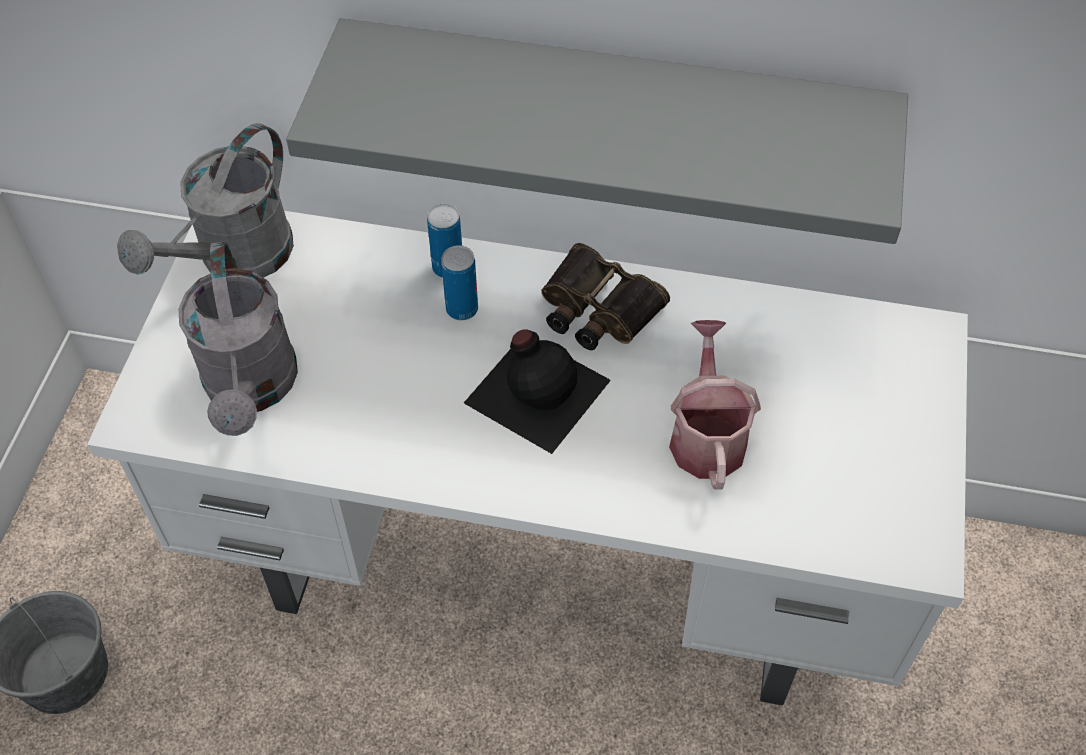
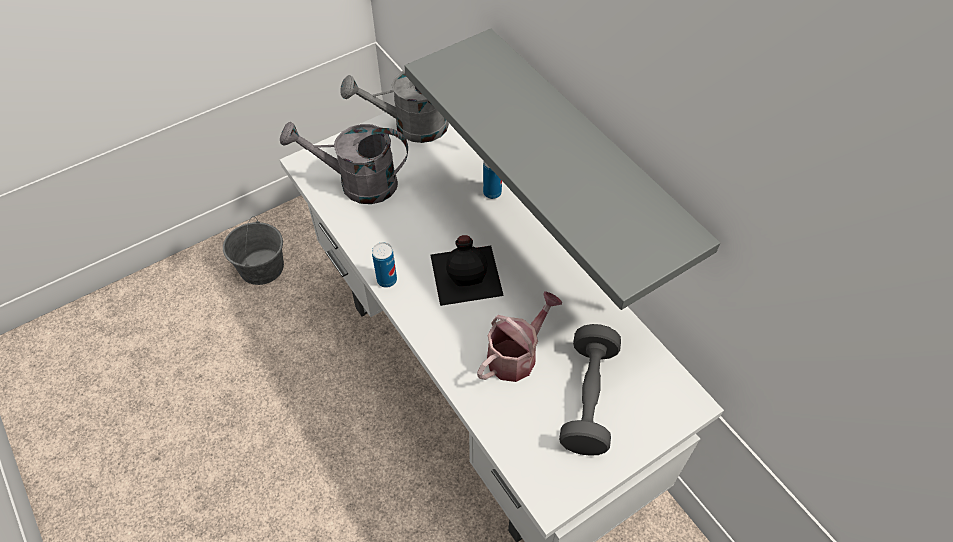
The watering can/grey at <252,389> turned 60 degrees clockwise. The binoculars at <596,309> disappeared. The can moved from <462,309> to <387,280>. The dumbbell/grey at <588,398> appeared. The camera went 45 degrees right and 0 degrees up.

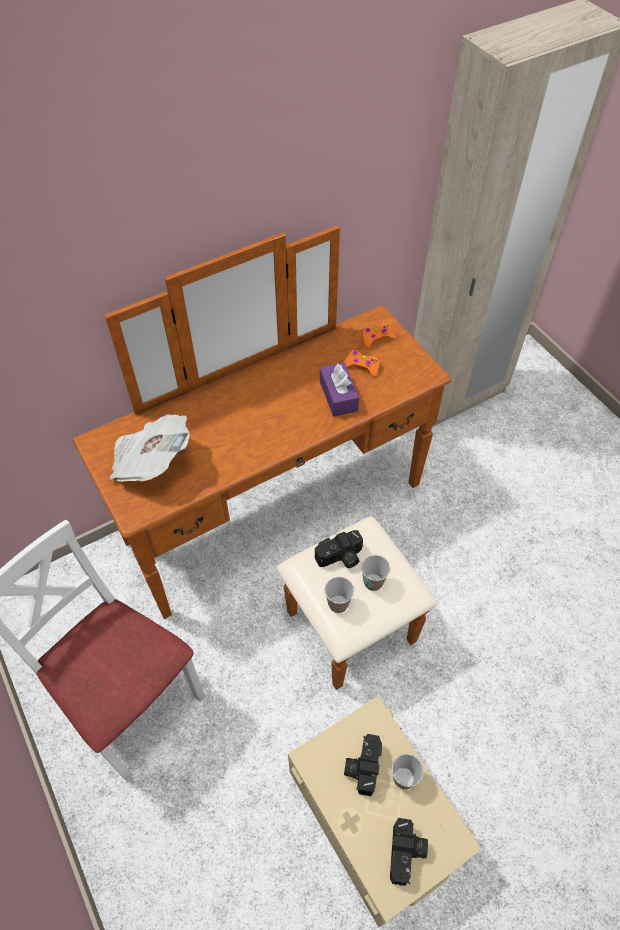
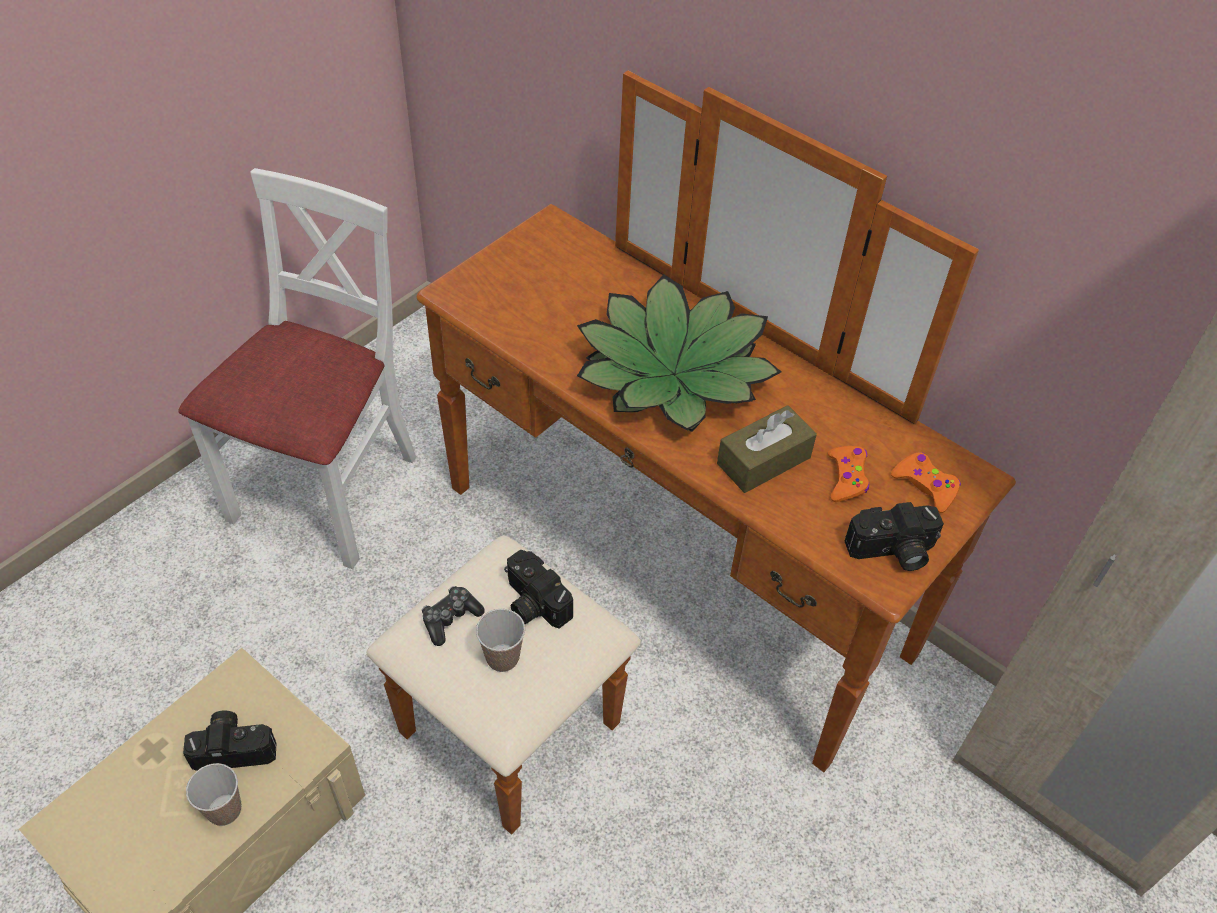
The tissue box/purple at <338,396> became the tissue box/brown at <763,460>. The newspaper at <151,461> disappeared. The cup at <338,604> was replaced by the game controller at <450,619>. The photo camera moved from <407,854> to <892,552>. The potted plant at <674,375> appeared. The camera went 70 degrees right and 5 degrees down.

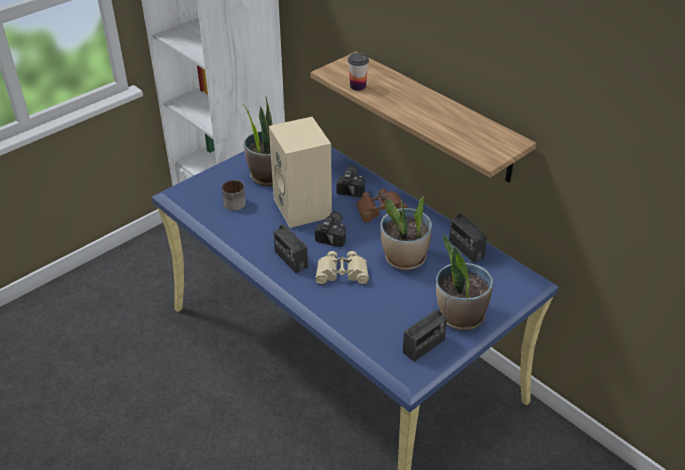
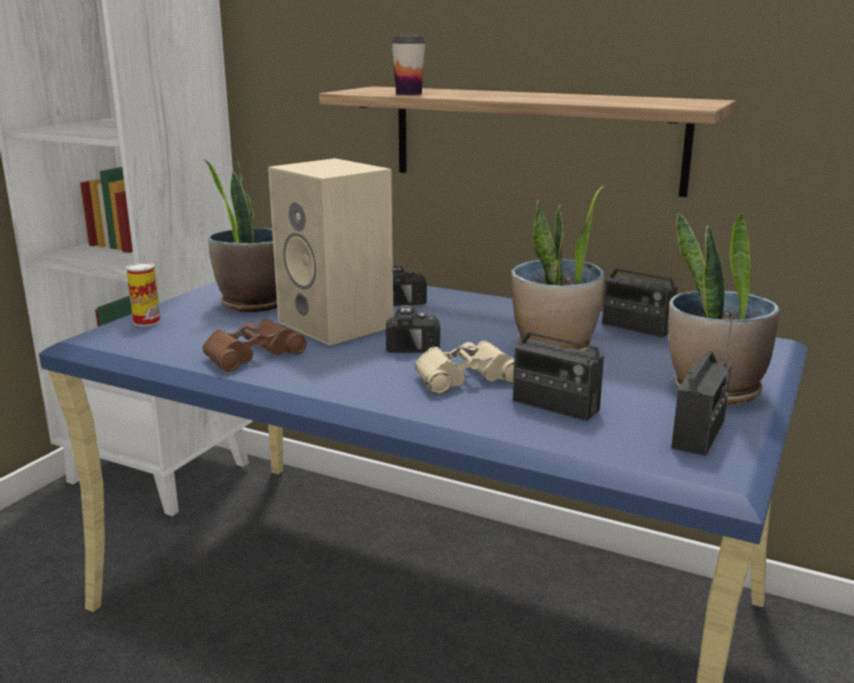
The mug at <234,202> disappeared. The binoculars/brown moved from <380,209> to <251,354>. The radio moved from <291,259> to <555,405>. The can at <147,322> appeared. The camera went 20 degrees left and 20 degrees down.

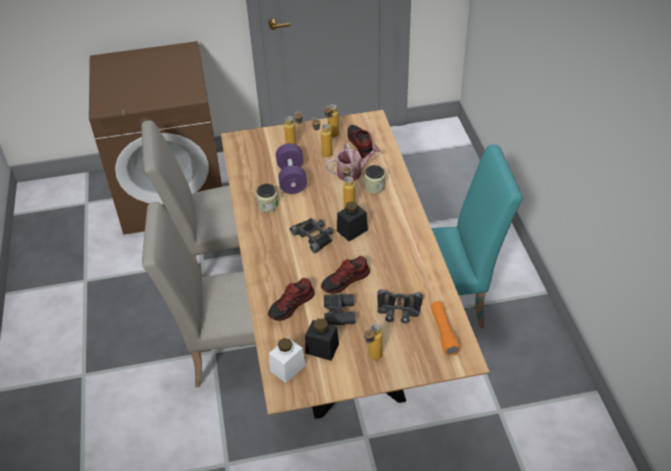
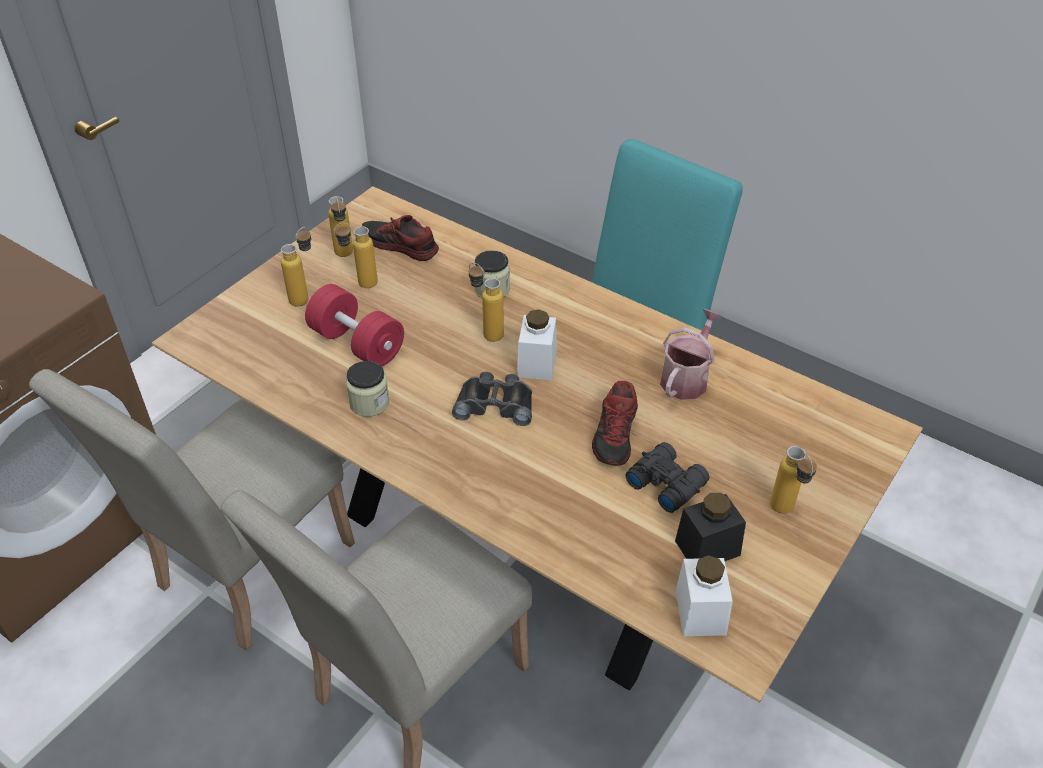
The dumbbell/purple at <292,178> became the dumbbell/red at <357,344>. The watering can moved from <353,172> to <687,377>. The jar/black at <352,230> became the jar/white at <536,363>. The shoe at <291,305> disappeared. The binoculars/black at <398,309> disappeared. The flashlight/orange at <443,332> disappeared. The camera went 45 degrees left and 0 degrees up.

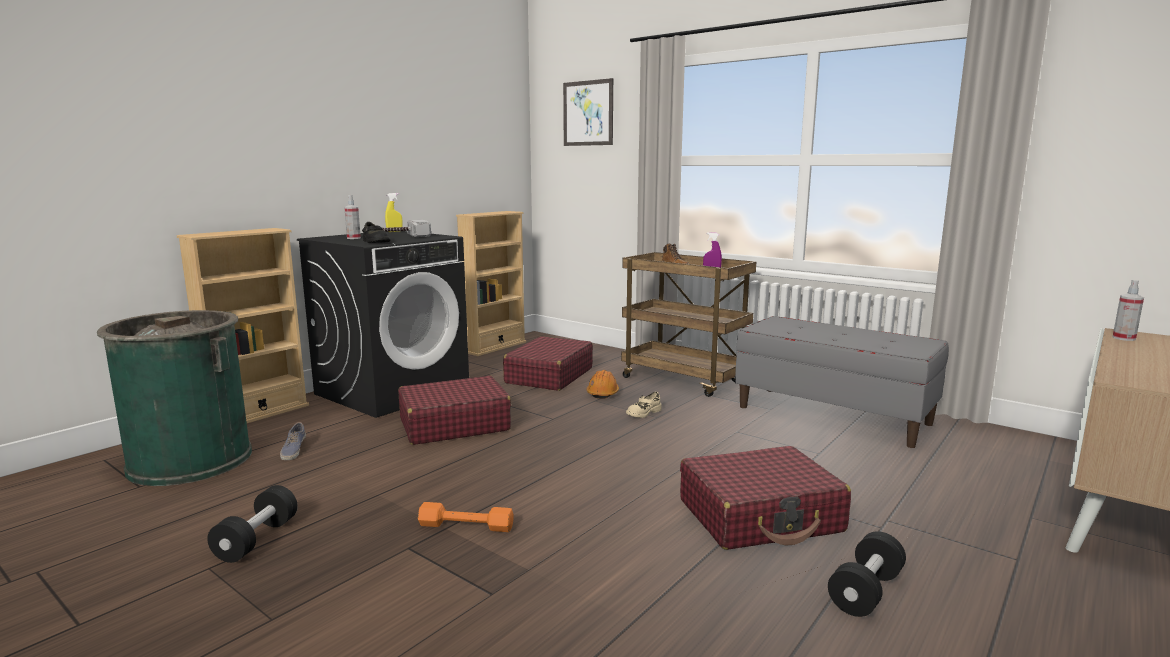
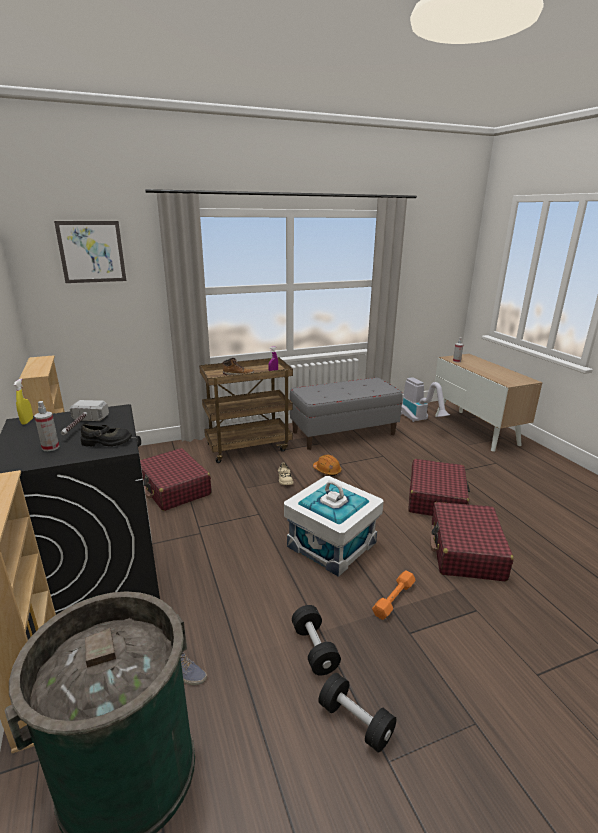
The hard hat/orange moved from <603,393> to <327,470>. The suitcase/red moved from <454,425> to <465,551>. The dumbbell/black moved from <865,591> to <314,649>. The vacuum cleaner at <420,420> appeared. The storage box/white at <332,544> appeared. The camera went 60 degrees left and 10 degrees up.

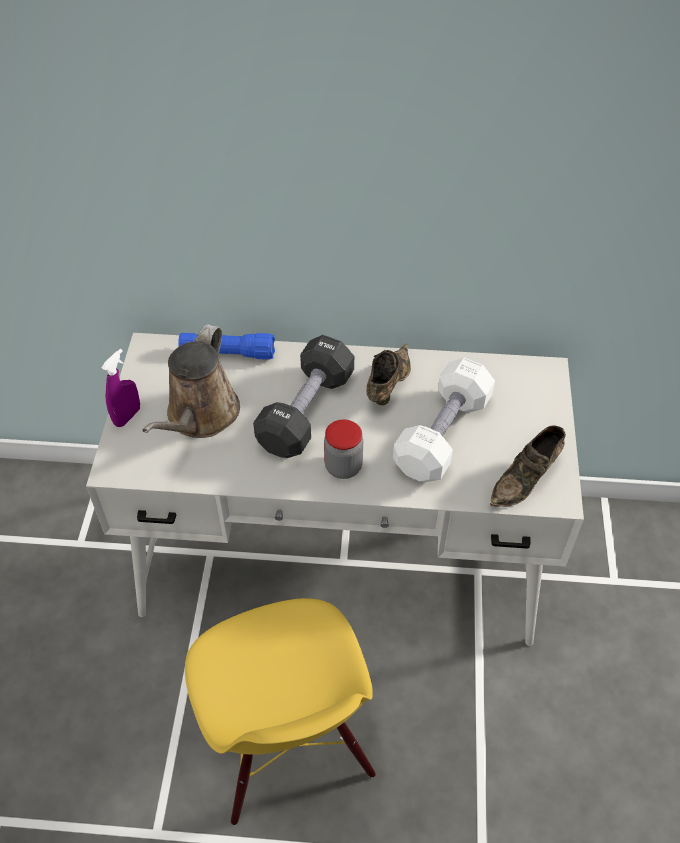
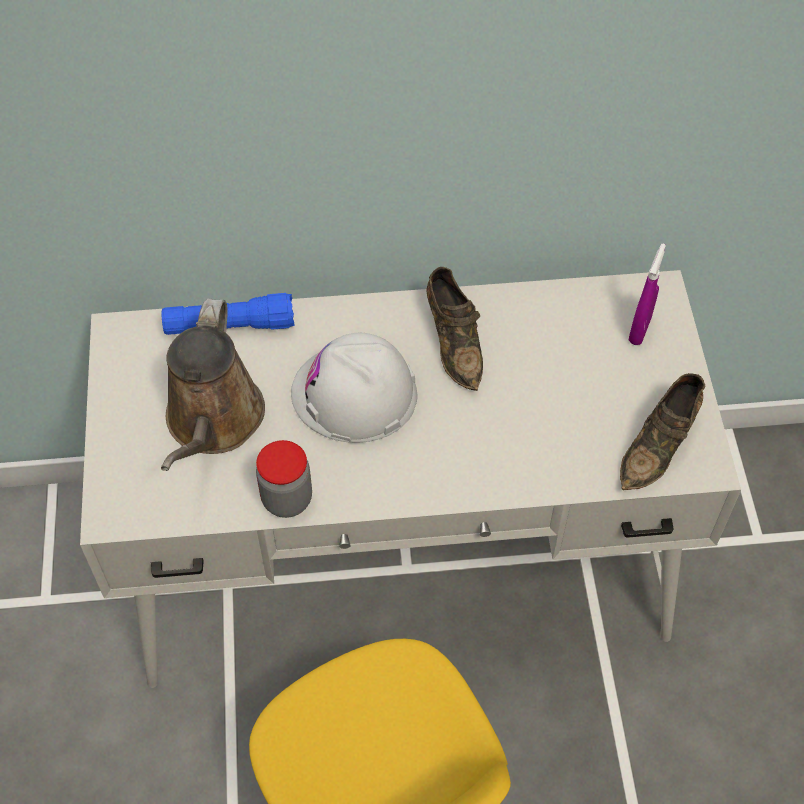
The dumbbell/black at <306,411> was replaced by the hard hat/white at <354,394>. The shoe/brown at <387,386> turned 150 degrees clockwise. The spray bottle/purple moved from <127,416> to <639,330>. The dumbbell/white at <442,434> disappeared. The jar moved from <343,466> to <287,499>. The camera went 10 degrees left and 5 degrees up.

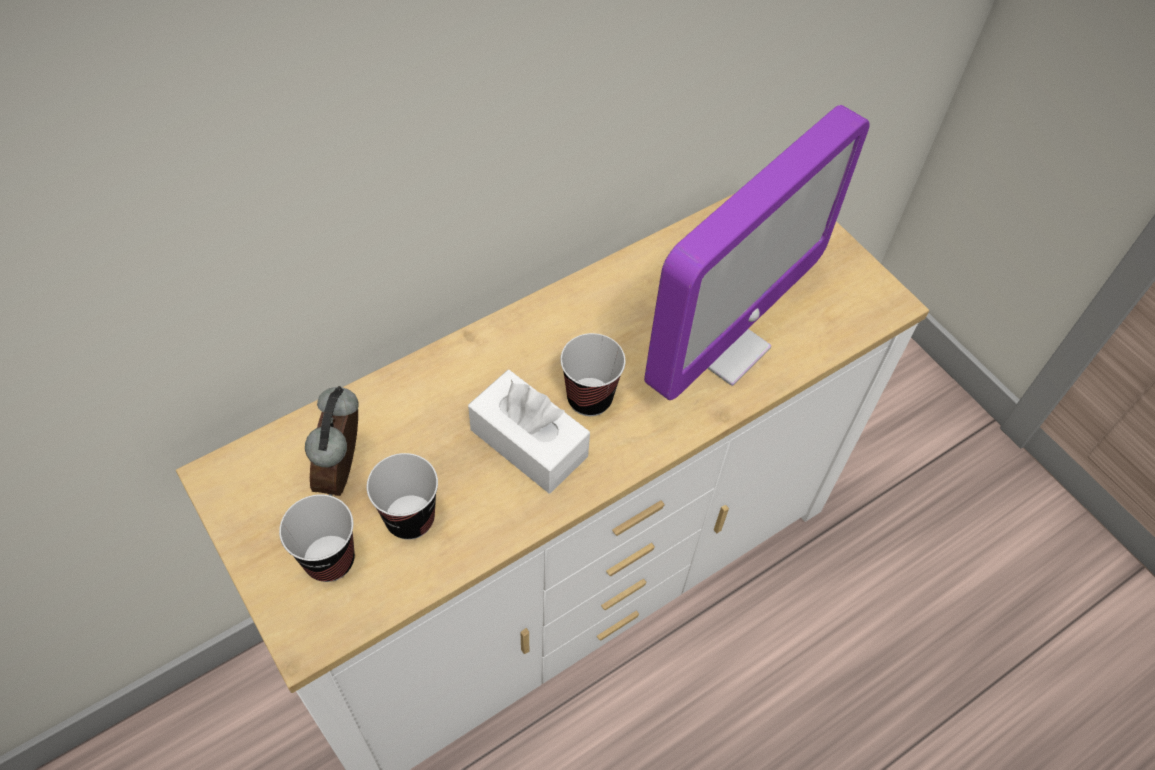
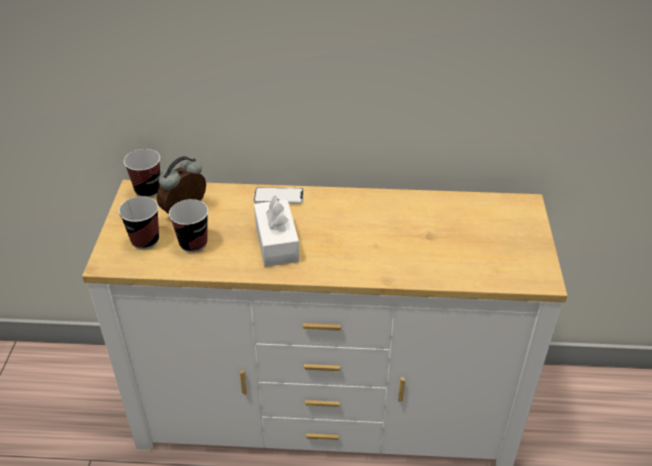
The monitor at <723,346> disappeared. The cup moved from <589,398> to <148,190>. The phone at <278,196> appeared. The camera went 40 degrees right and 15 degrees down.

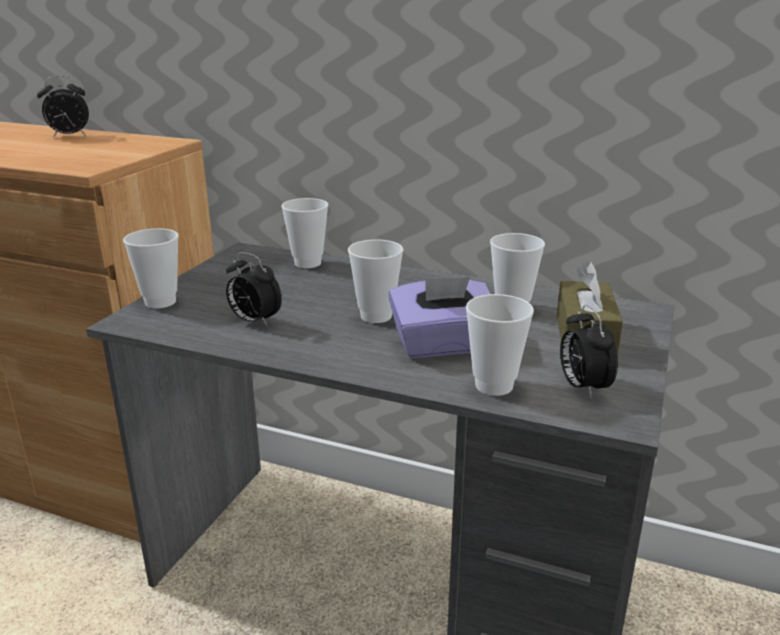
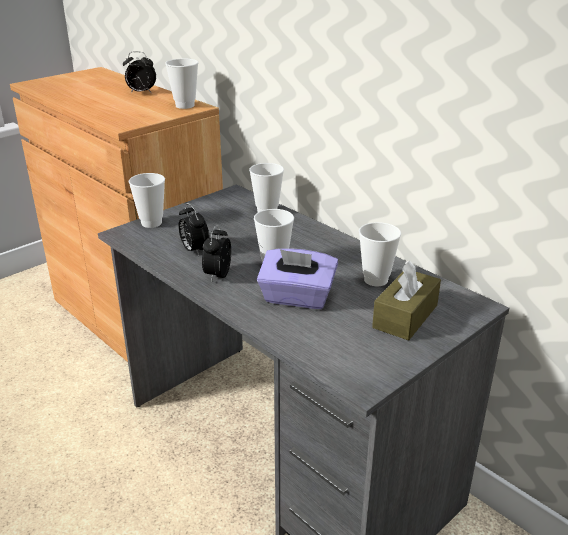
The cup moved from <494,385> to <185,105>. The alarm clock moved from <582,387> to <217,275>. The camera went 25 degrees right and 5 degrees up.

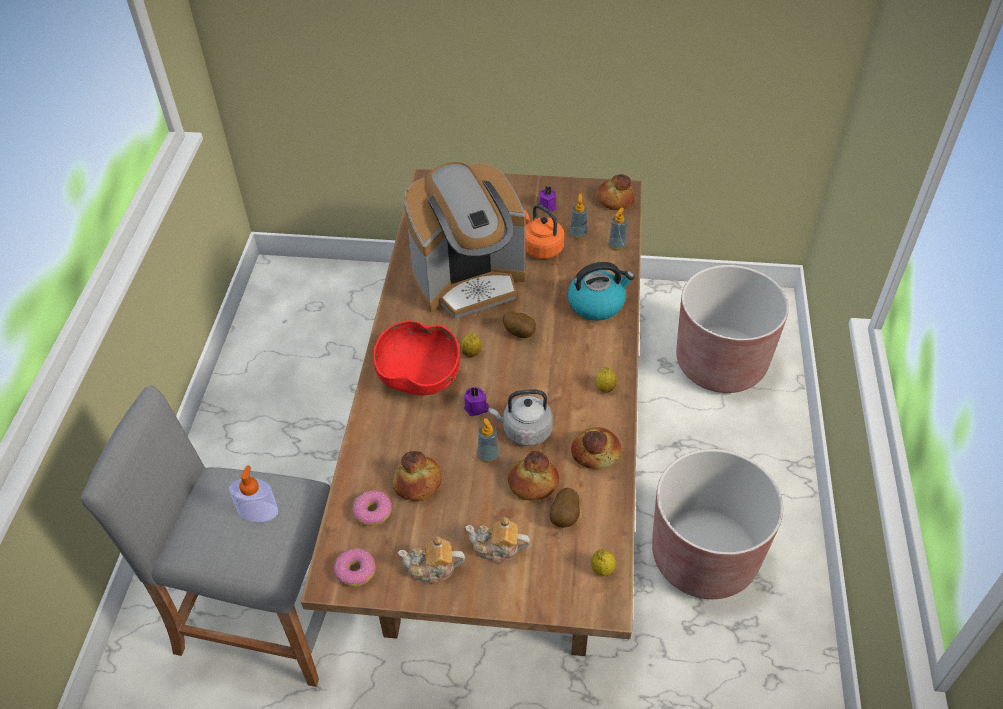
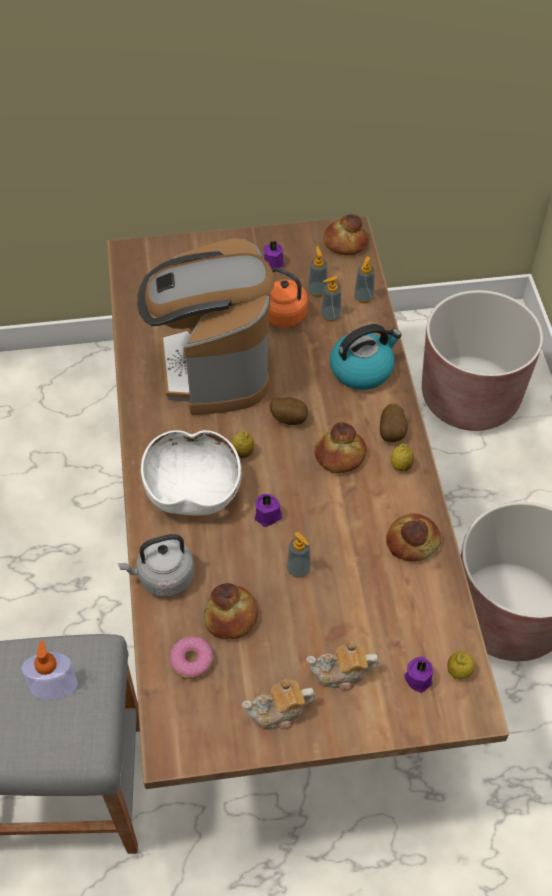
The coffee machine at <469,281> turned 120 degrees clockwise. The bowl/red at <419,376> became the bowl/white at <193,491>. The kettle/grey moved from <524,431> to <163,577>. The bread moved from <533,484> to <340,456>. The potato moved from <565,517> to <392,433>. The donut at <355,571> disappeared. The soap dispenser at <330,315> appeared. The candle/purple at <418,678> appeared. The camera went 15 degrees left and 5 degrees up.

